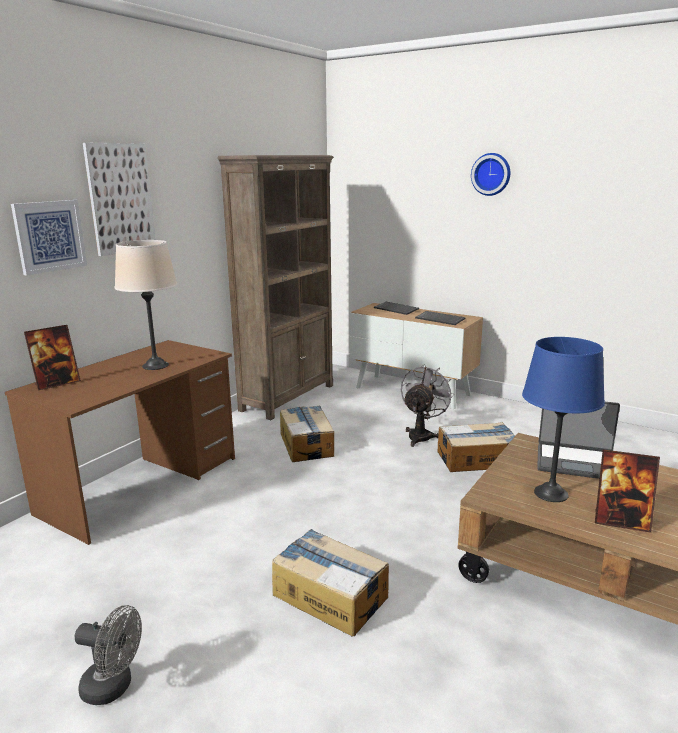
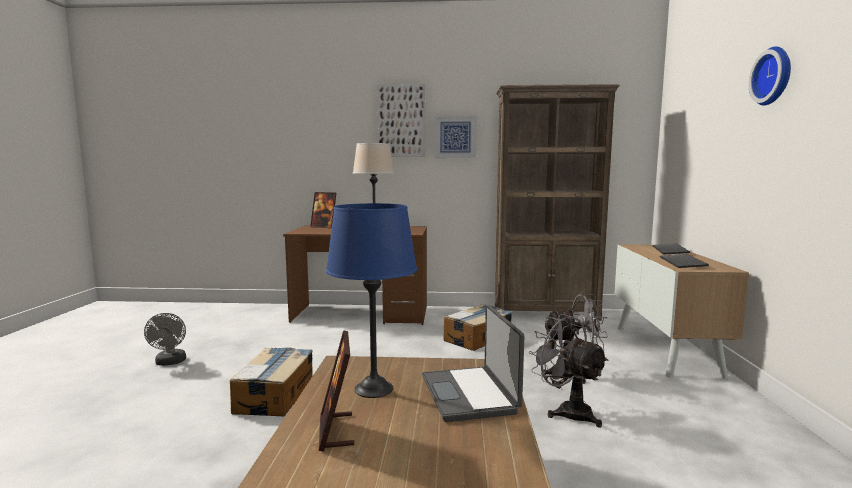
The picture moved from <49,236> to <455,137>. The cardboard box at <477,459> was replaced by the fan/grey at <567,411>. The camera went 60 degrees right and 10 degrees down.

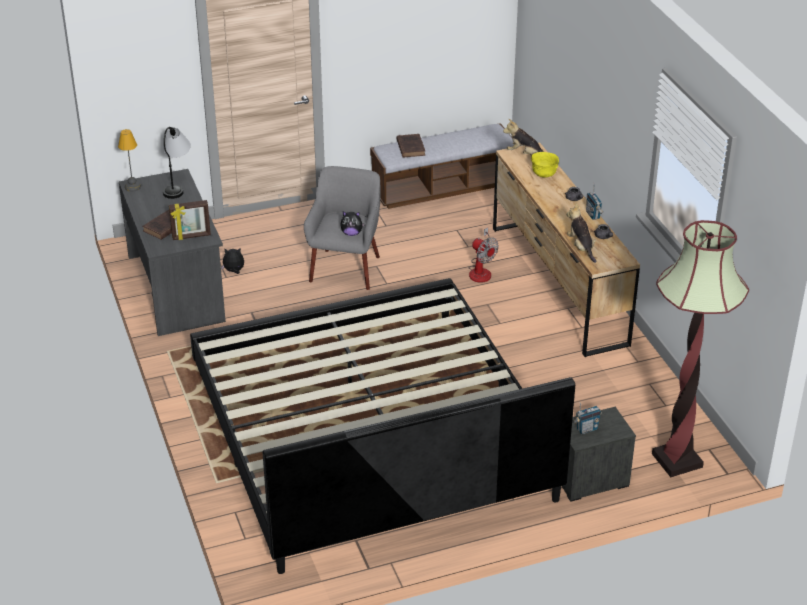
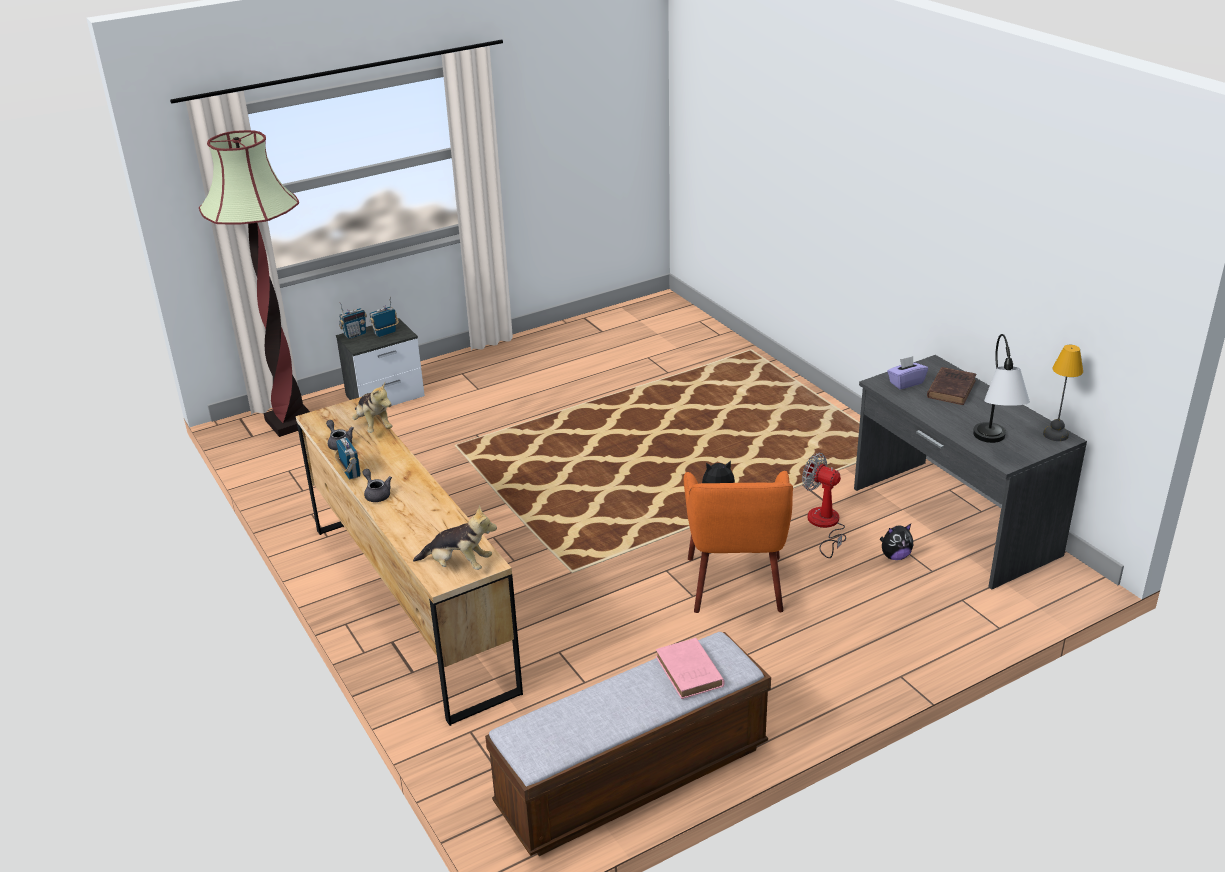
The book/brown at <410,147> became the book/pink at <690,673>. The bowl/yellow at <544,174> disappeared. The armchair/grey at <346,268> became the armchair/orange at <735,585>. The picture frame at <191,236> was replaced by the tissue box/purple at <905,383>. The fan moved from <481,270> to <825,525>. The bed at <370,435> disappeared. The radio at <355,334> appeared. The camera went 170 degrees right and 5 degrees down.

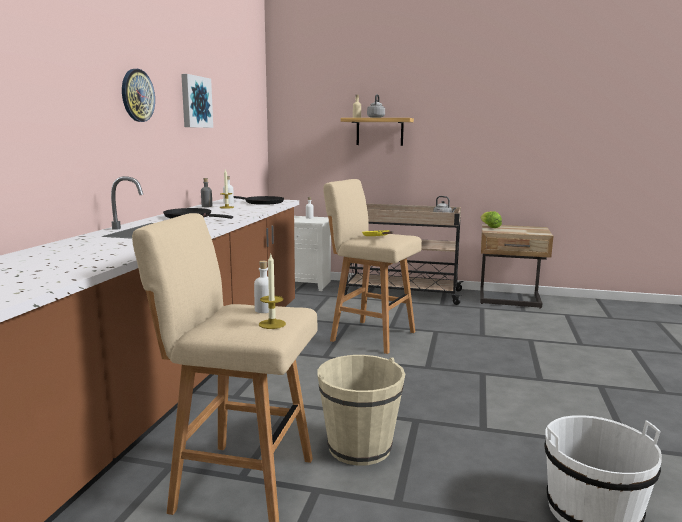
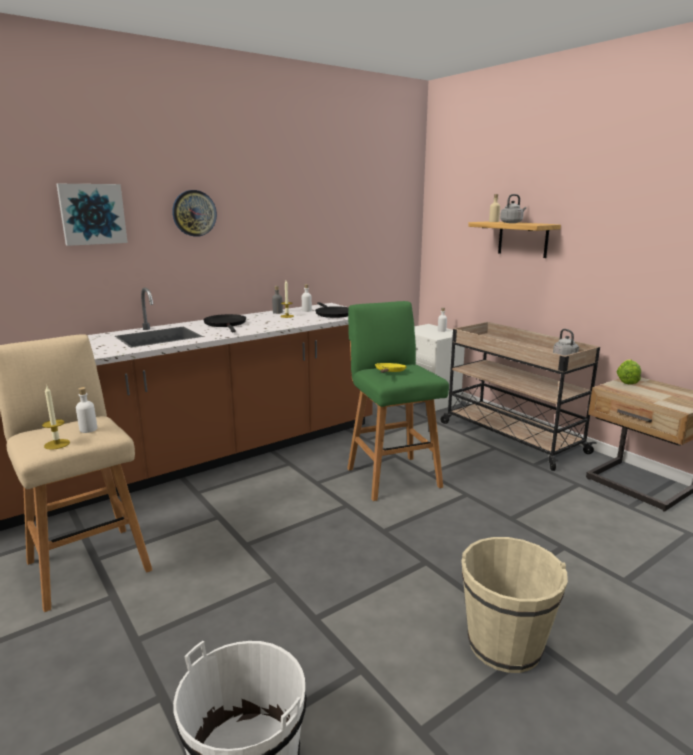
The picture moved from <195,102> to <92,214>. The stool/beige at <370,335> became the stool/green at <392,476>. The bucket/beige moved from <359,447> to <504,644>. The camera went 40 degrees right and 5 degrees up.

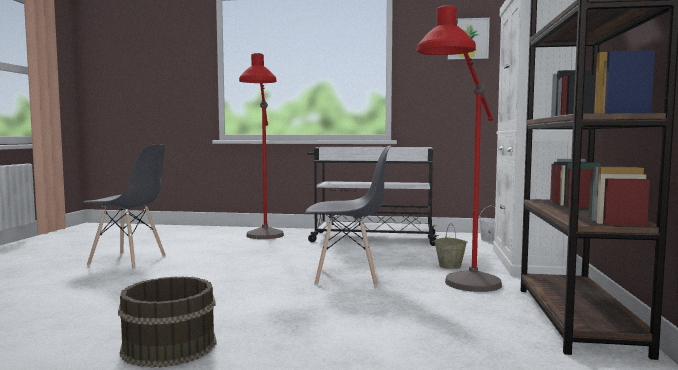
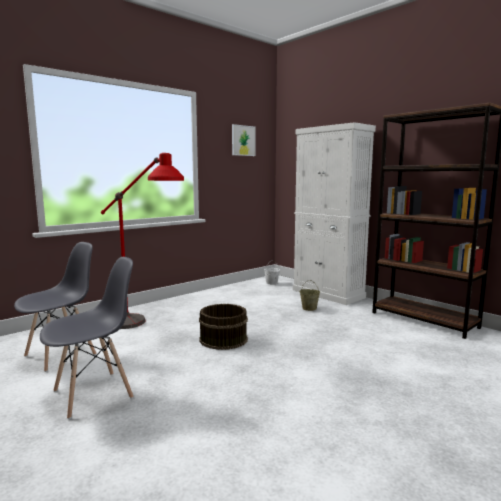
The floor lamp/red at <461,293> disappeared. The chair/grey moved from <347,277> to <61,355>. The cart/white at <372,238> disappeared. The bucket/brown moved from <168,346> to <223,340>. The camera went 50 degrees left and 5 degrees up.

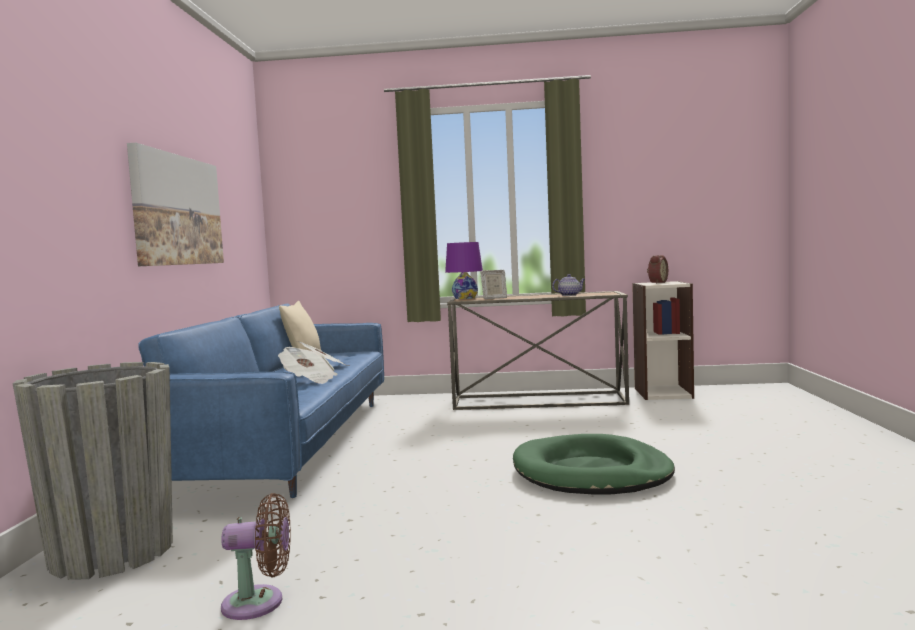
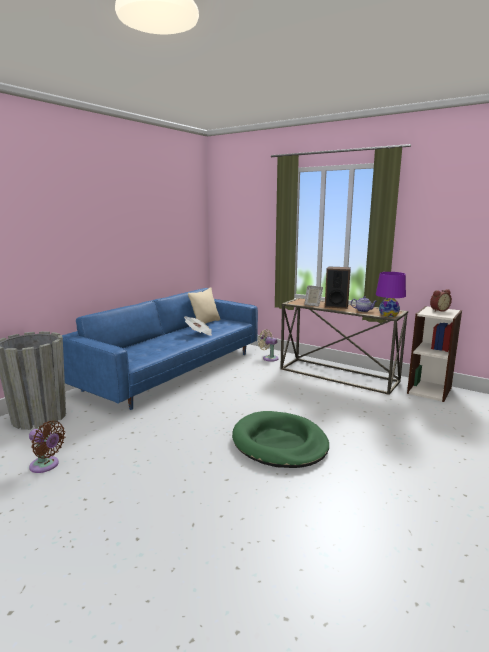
The picture at <177,210> disappeared. The table lamp/purple moved from <465,298> to <388,315>. The newspaper at <309,380> disappeared. The speaker at <336,306> appeared. The fan/beige at <269,358> appeared. The camera went 30 degrees right and 10 degrees up.

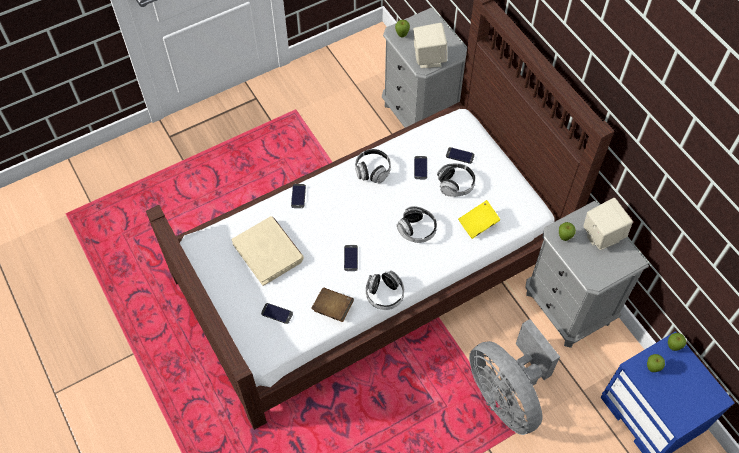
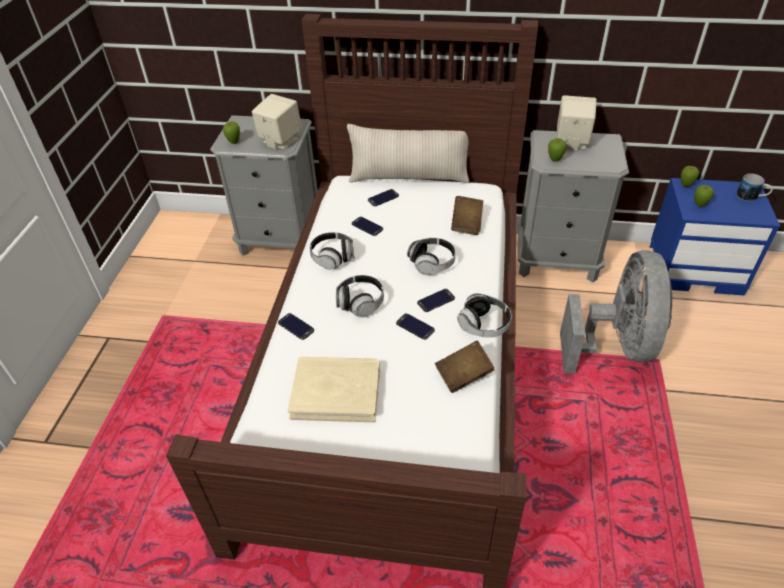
The headphones moved from <455,184> to <360,303>. The book/yellow at <478,224> became the book/brown at <466,224>. The phone moved from <277,313> to <436,300>. The fan/grey at <506,395> turned 90 degrees counterclockwise. The pillow/beige at <409,177> appeared. The mug at <751,197> appeared. The camera went 50 degrees left and 15 degrees down.

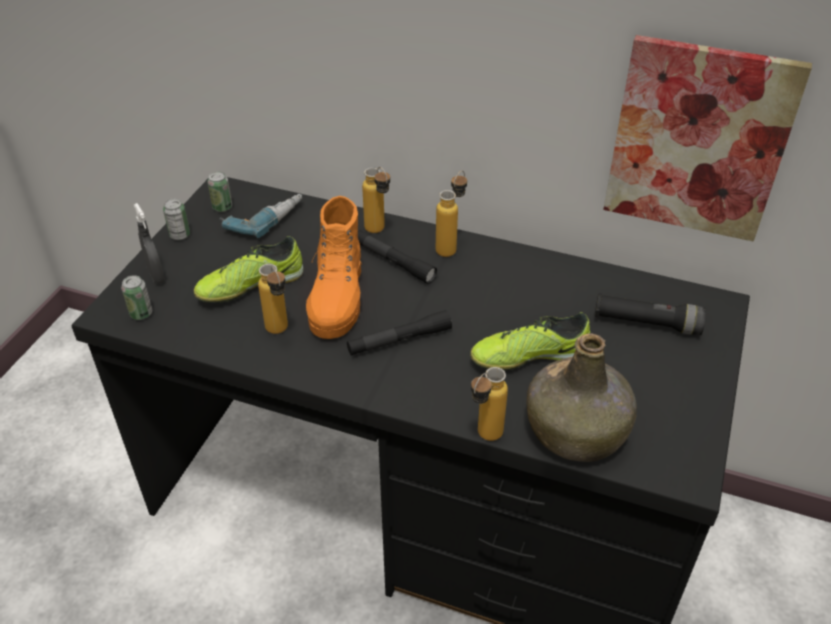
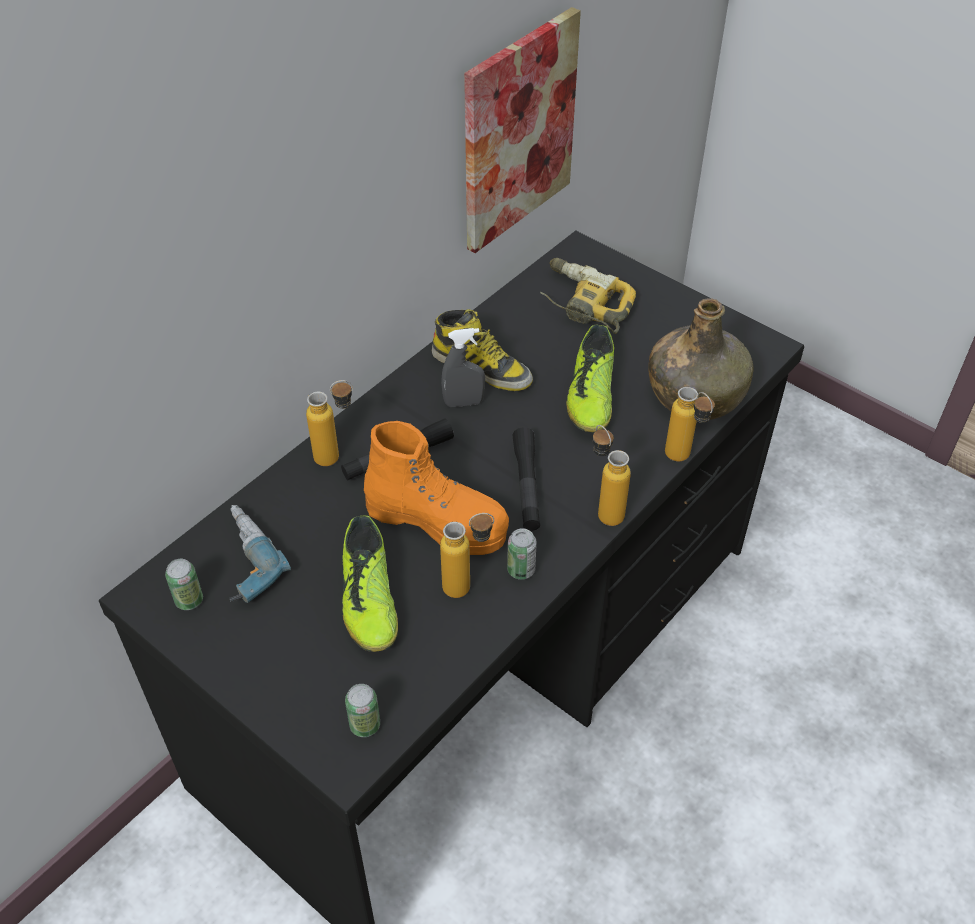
The bottle moved from <450,246> to <604,509>. The can moved from <180,235> to <521,570>. The spray bottle/grey moved from <156,275> to <463,402>. The flashlight/black at <646,323> was replaced by the power drill at <583,304>. The boot at <482,367> appeared. The camera went 70 degrees left and 5 degrees up.

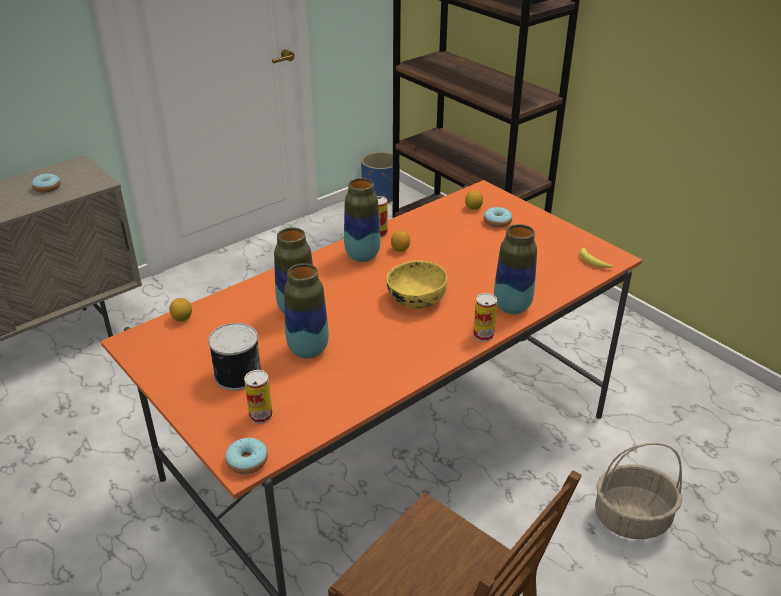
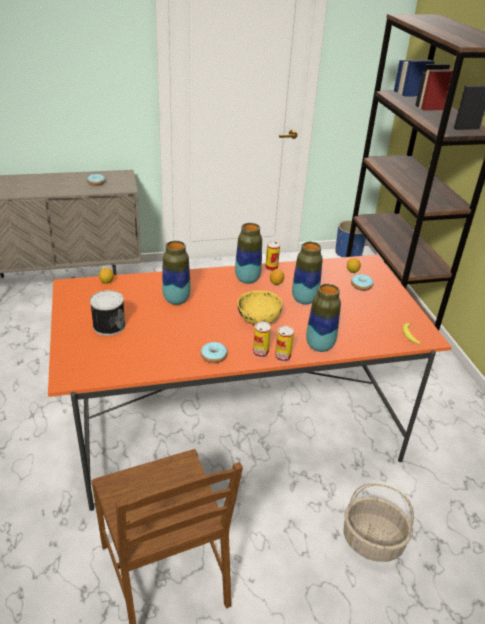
The vase moved from <308,350> to <304,299>. The can moved from <261,415> to <260,353>. The donut moved from <247,461> to <213,356>. The camera went 25 degrees right and 0 degrees up.

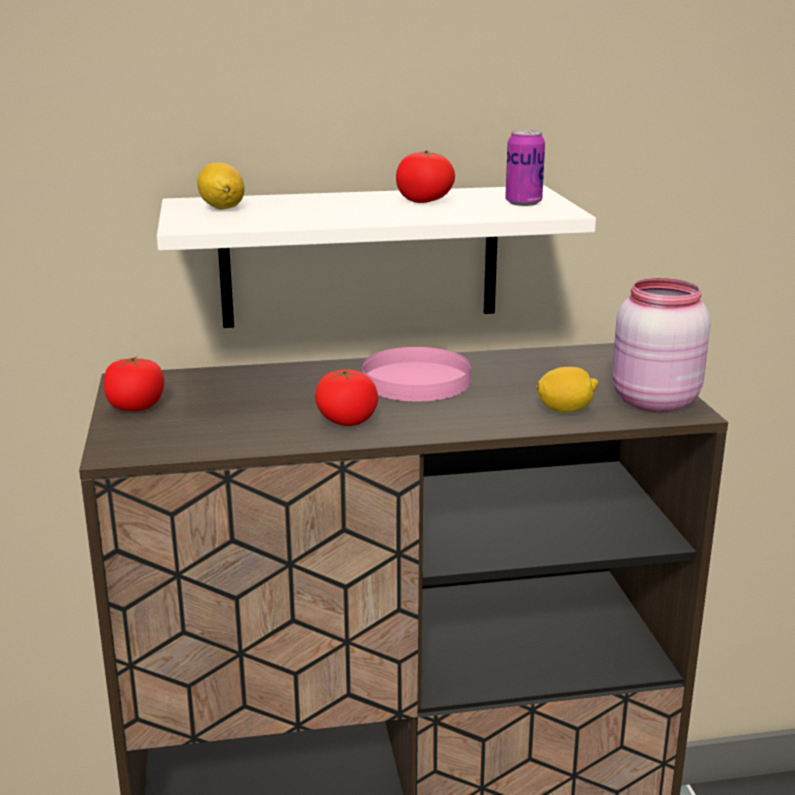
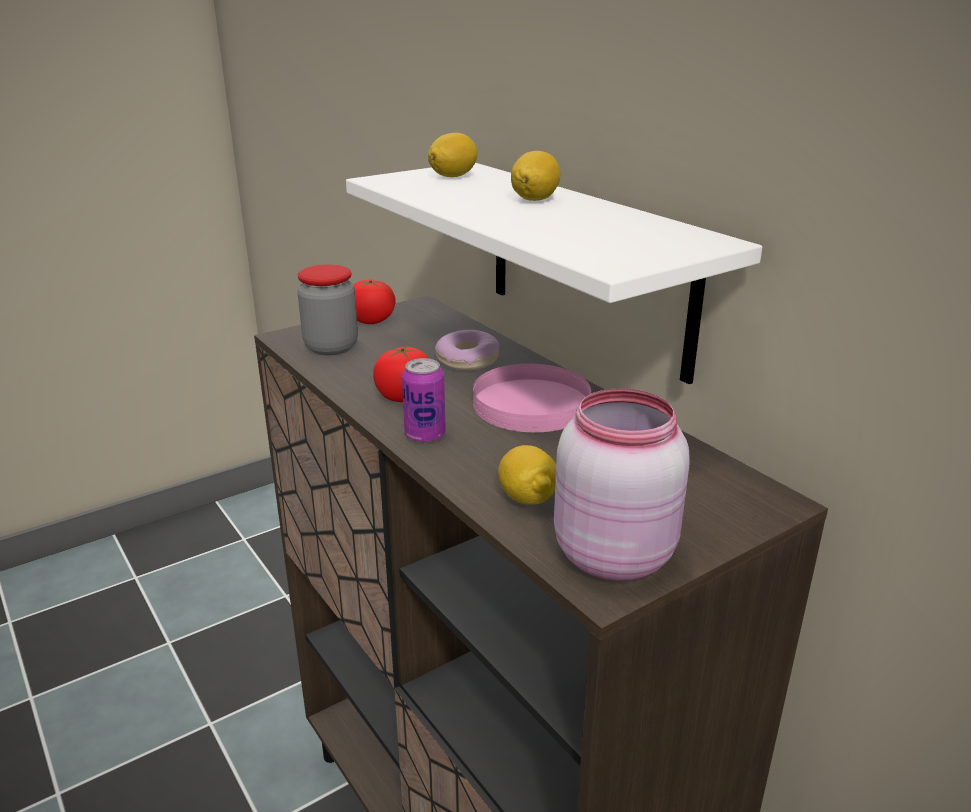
The can moved from <523,203> to <425,435>. The tomato at <424,201> disappeared. The lemon at <534,199> appeared. The jar at <331,347> appeared. The donut at <467,360> appeared. The camera went 65 degrees right and 5 degrees up.

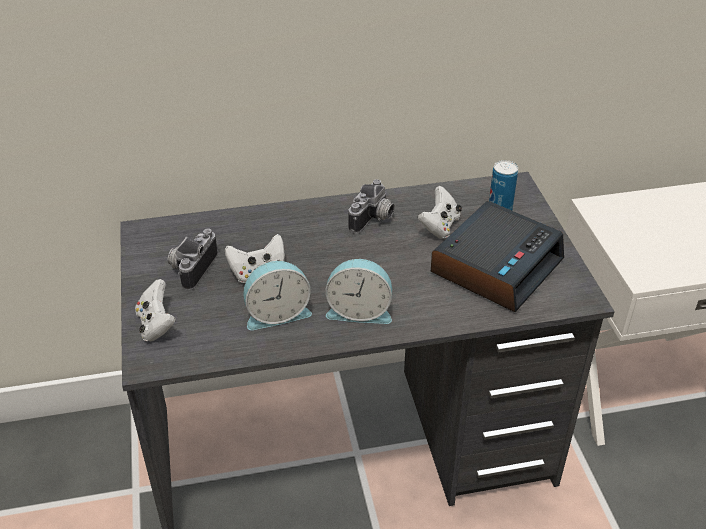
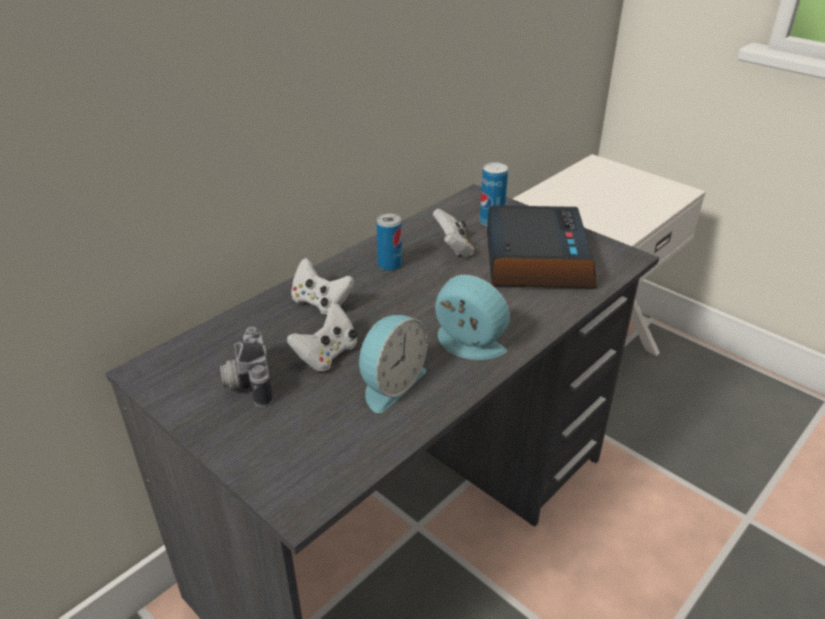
The photo camera at <374,220> was replaced by the can at <389,265>. The alarm clock at <359,311> turned 120 degrees counterclockwise. The game controller/white moved from <156,325> to <321,303>. The camera went 35 degrees left and 5 degrees down.

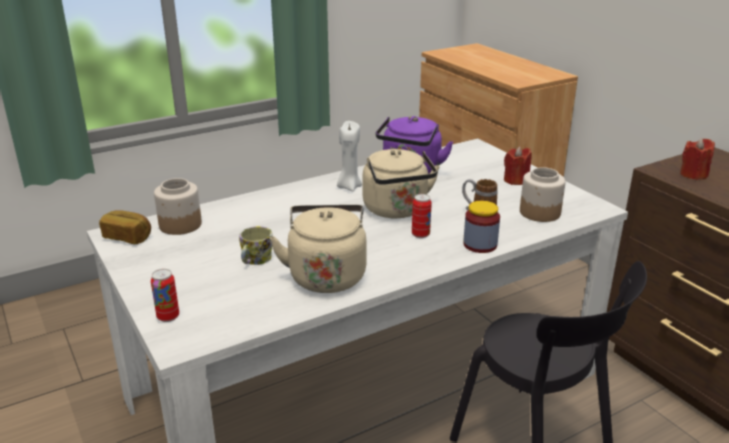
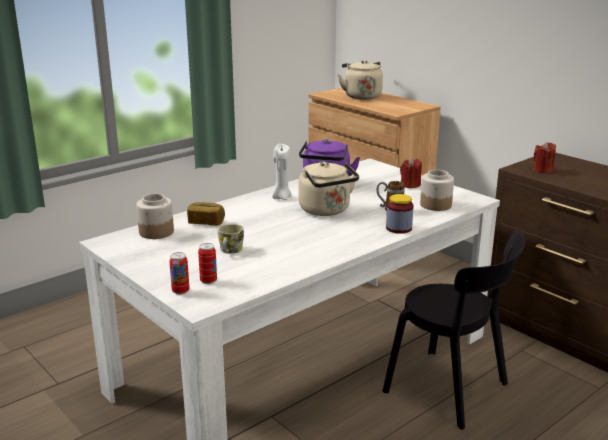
The can moved from <420,234> to <208,281>. The kettle/beige moved from <326,275> to <361,96>. The bread moved from <128,237> to <206,222>. The camera went 10 degrees left and 5 degrees down.

